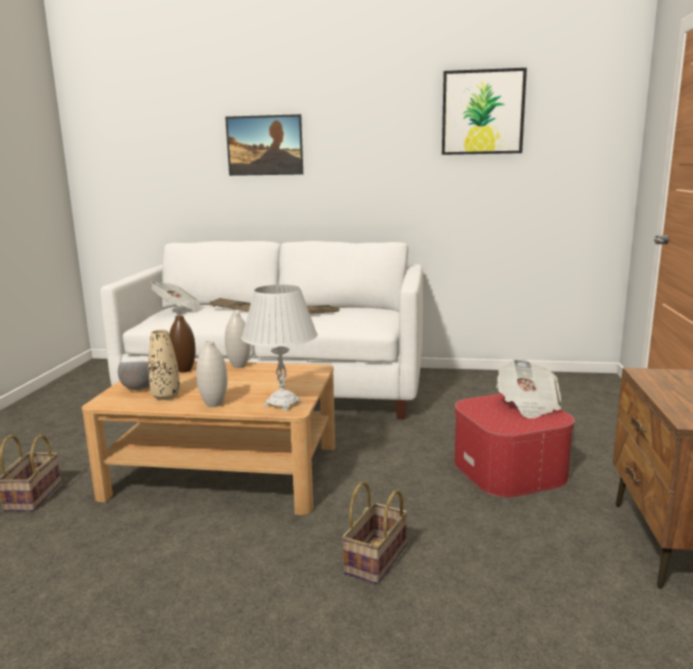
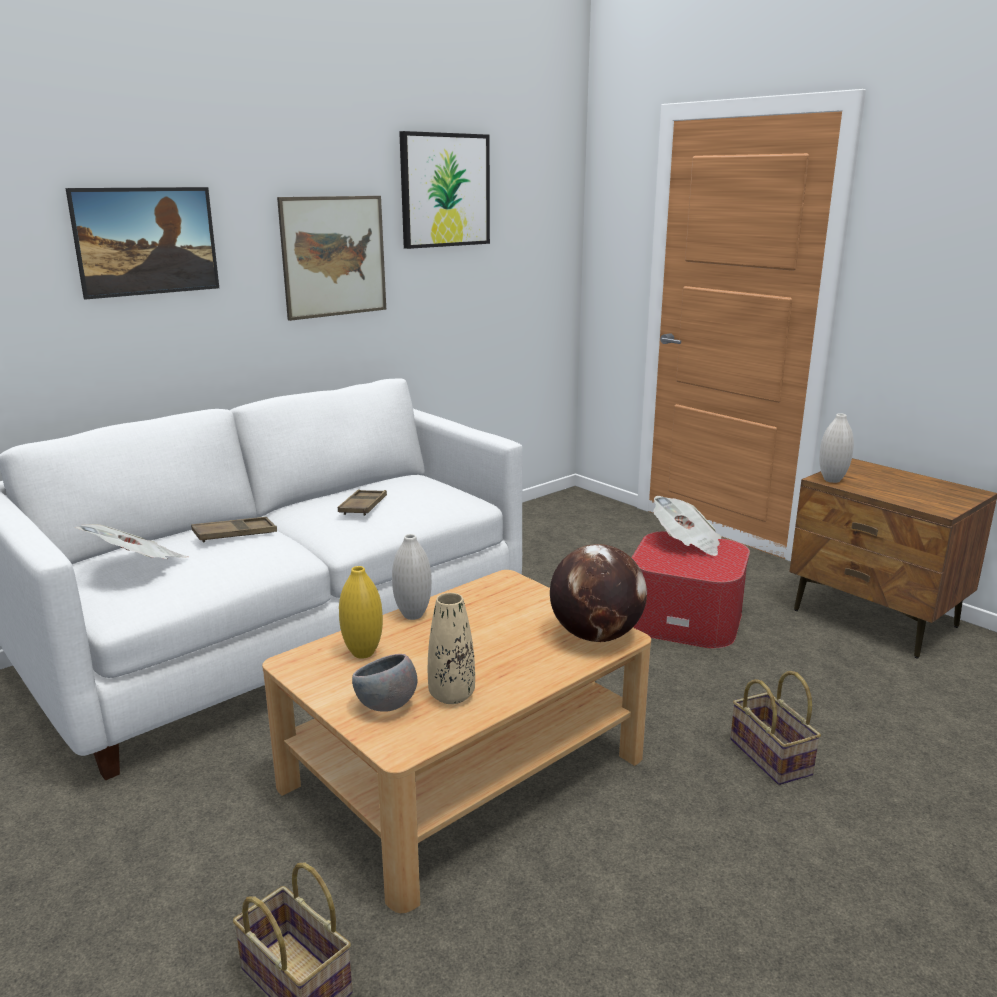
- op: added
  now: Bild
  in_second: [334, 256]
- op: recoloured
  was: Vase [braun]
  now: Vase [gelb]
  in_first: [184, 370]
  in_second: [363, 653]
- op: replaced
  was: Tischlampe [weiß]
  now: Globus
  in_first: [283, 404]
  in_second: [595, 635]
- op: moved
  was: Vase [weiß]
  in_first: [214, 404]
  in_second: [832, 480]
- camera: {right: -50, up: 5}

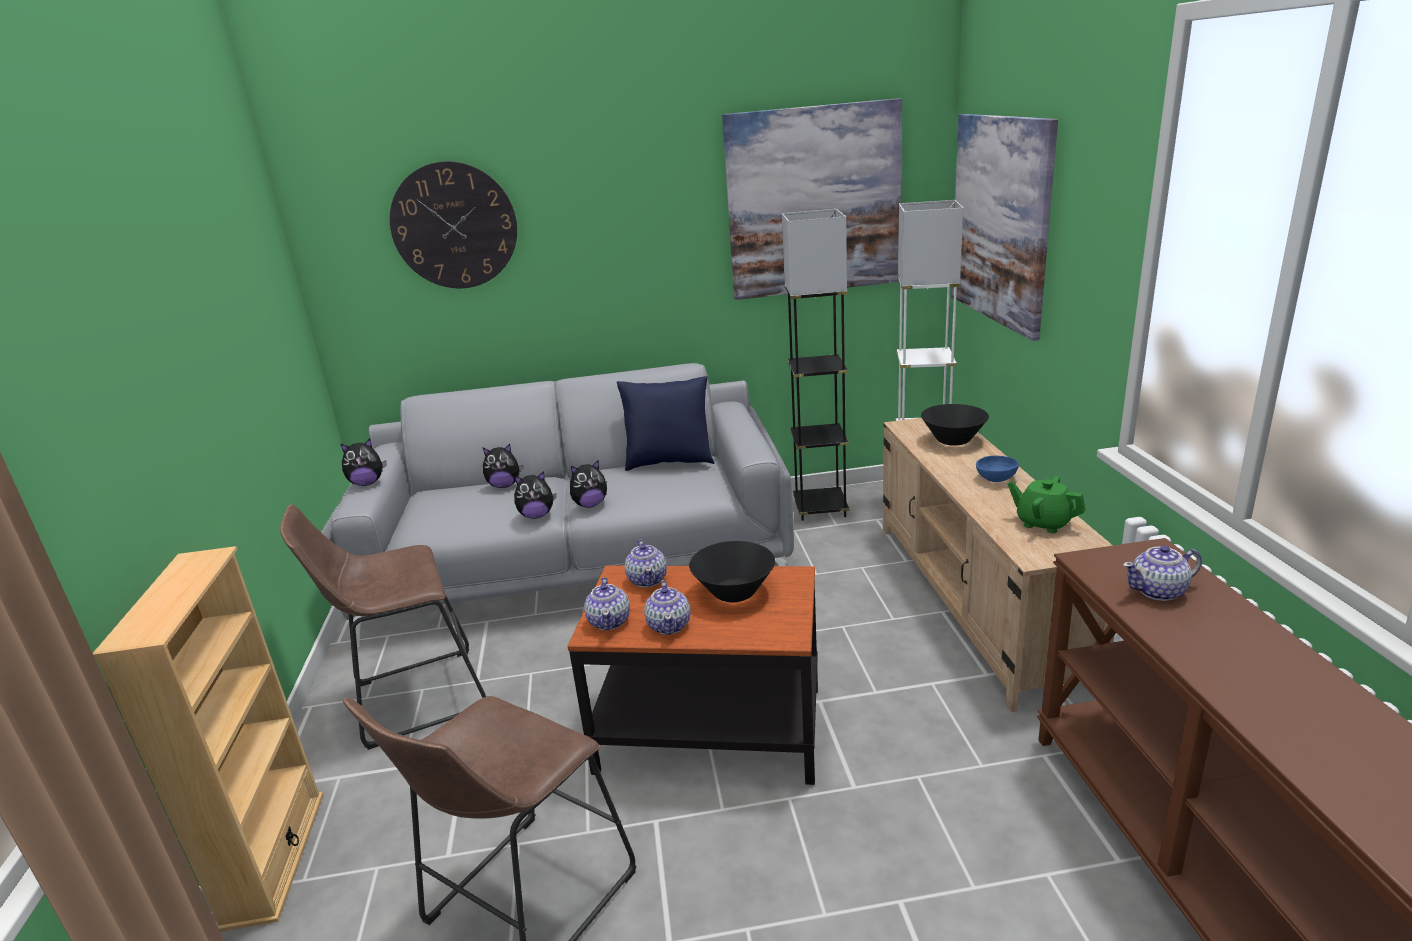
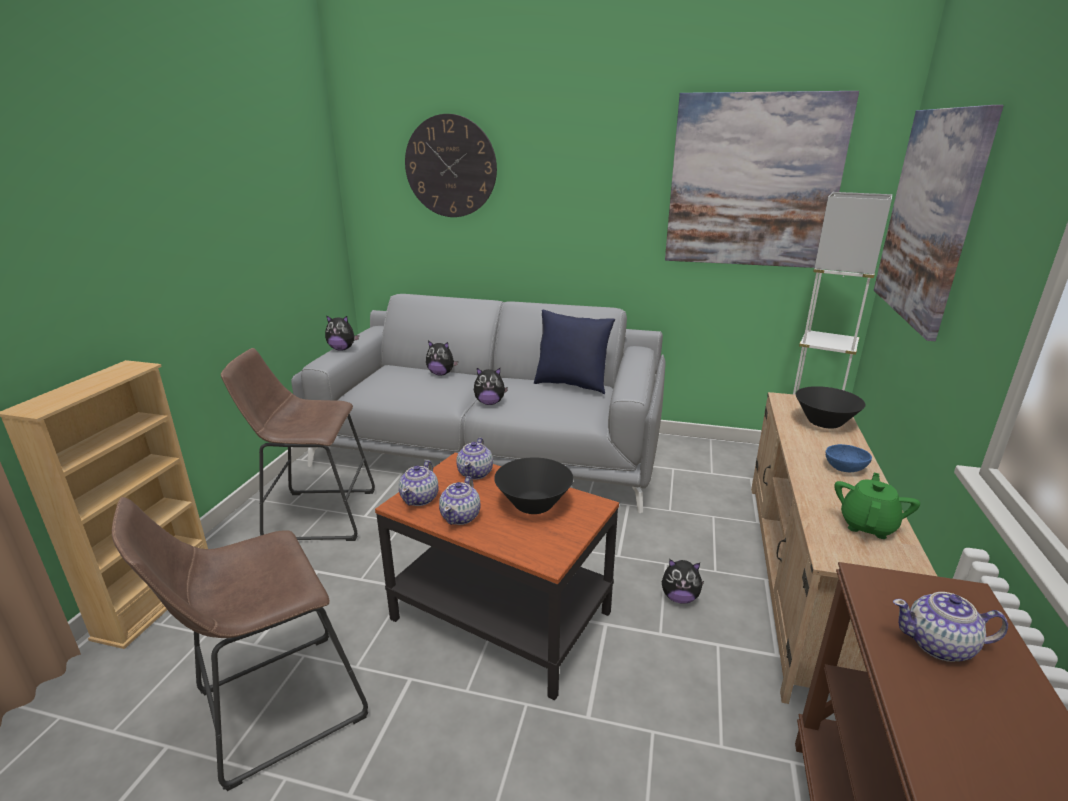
- op: moved
  was: Plüschtier
  in_first: [537, 515]
  in_second: [679, 597]
- op: turned
  was: Teekanne [grün]
  in_first: [1043, 523]
  in_second: [867, 525]
  clockwise: 60
- op: removed
  was: Stehlampe [grau]
  in_first: [820, 508]
- camera: {right: 20, up: 0}

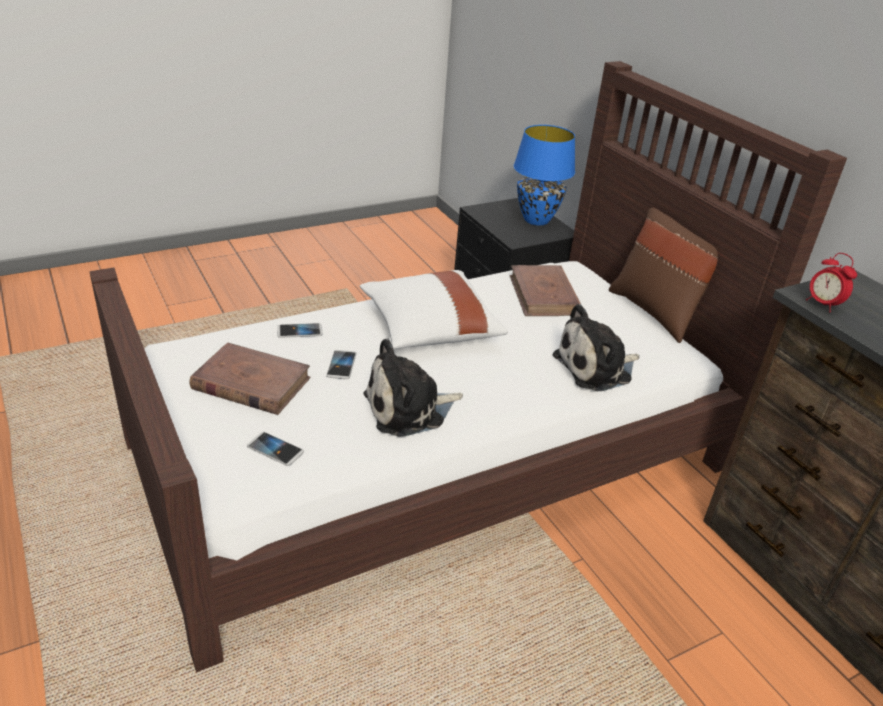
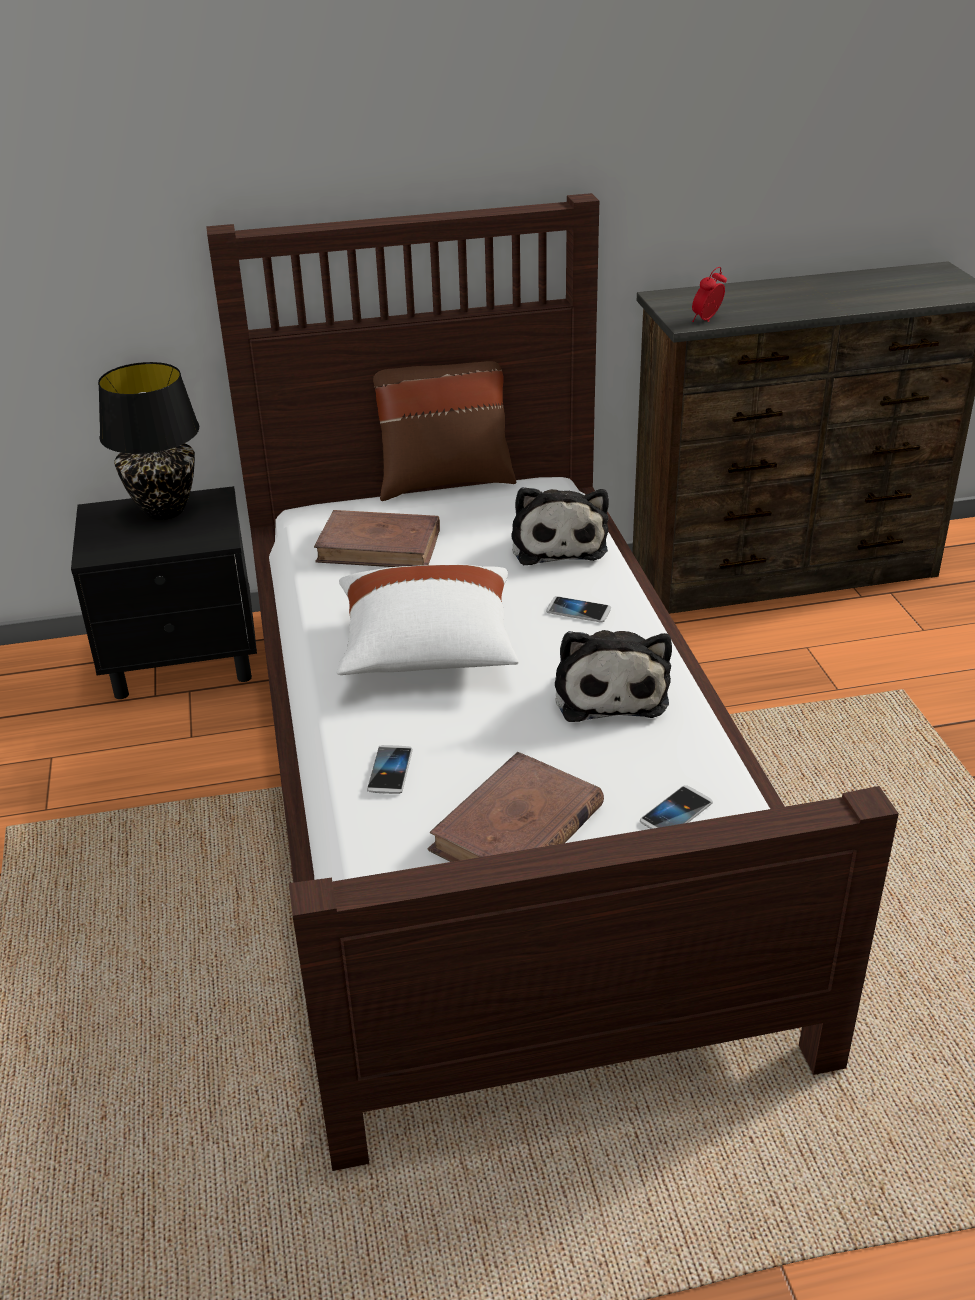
- op: recoloured
  was: Tischlampe [blau]
  now: Tischlampe [schwarz]
  in_first: [536, 220]
  in_second: [165, 511]
- op: moved
  was: Handy
  in_first: [341, 365]
  in_second: [578, 611]
- op: turned
  was: Wecker
  in_first: [822, 304]
  in_second: [707, 320]
  clockwise: 150
- camera: {right: -70, up: 0}

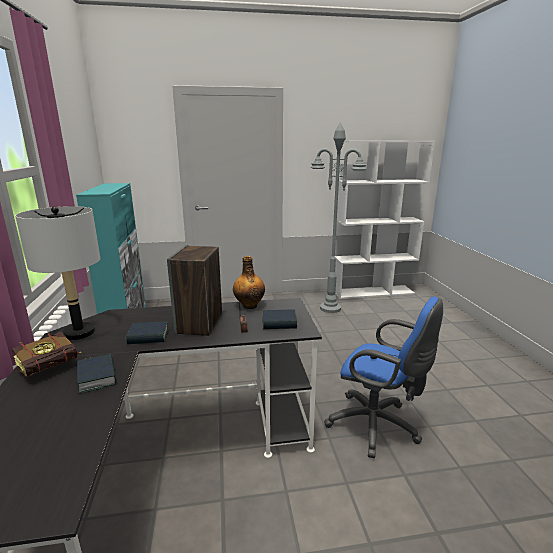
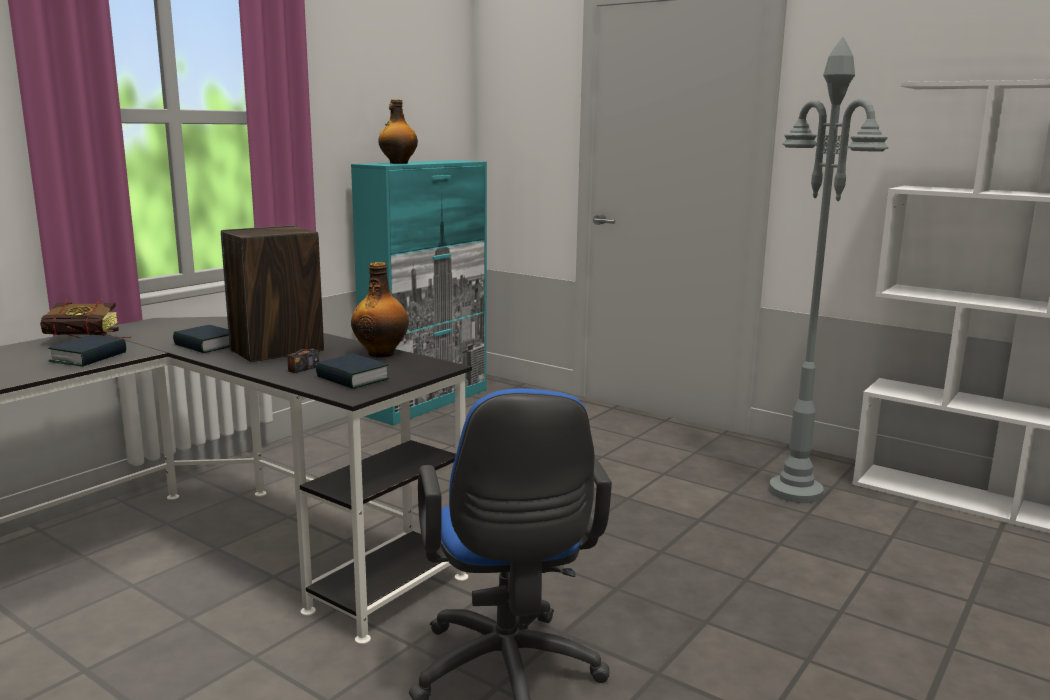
- op: added
  now: Flasche
  in_second: [398, 163]
- op: removed
  was: Tischlampe [grau]
  in_first: [79, 333]
- camera: {right: 45, up: -5}

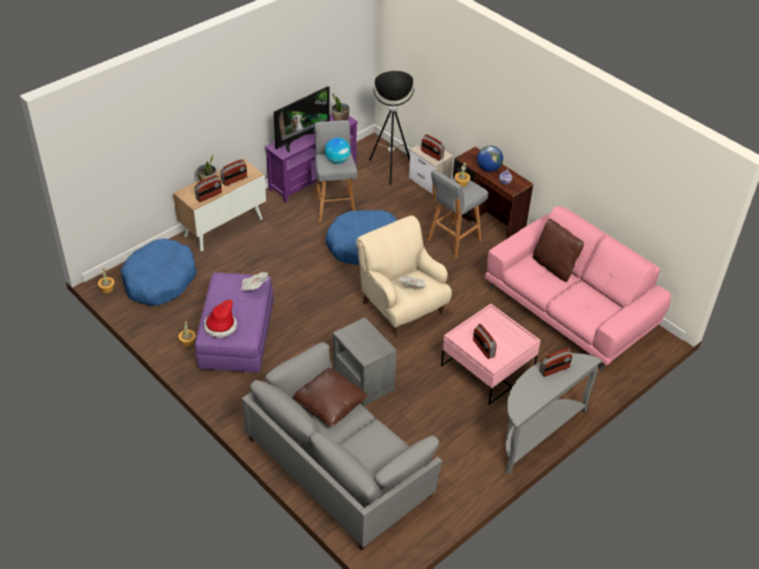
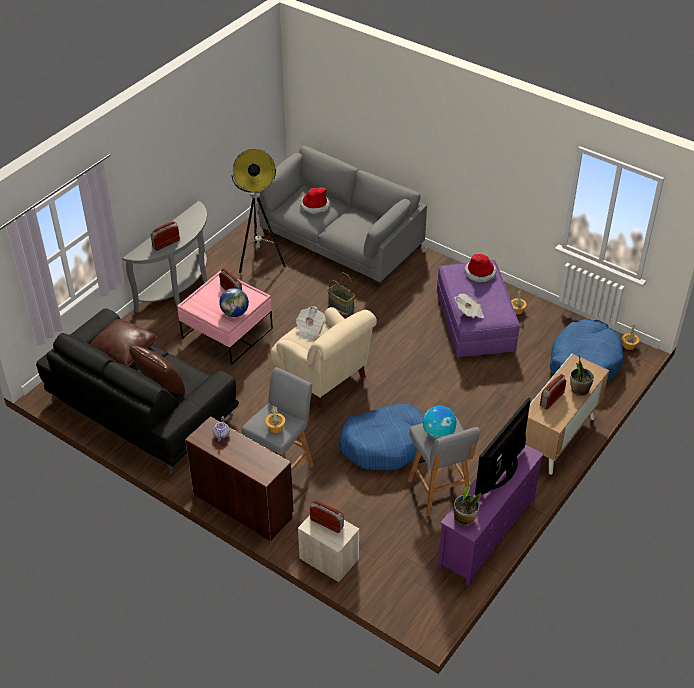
- op: recoloured
  was: Sofa [rosa]
  now: Sofa [schwarz]
  in_first: [570, 309]
  in_second: [141, 408]
- op: moved
  was: Kissen [braun]
  in_first: [330, 403]
  in_second: [123, 350]
- op: moved
  was: Globus
  in_first: [488, 169]
  in_second: [235, 313]
- op: moved
  was: Stehlampe
  in_first: [390, 169]
  in_second: [260, 259]
- op: added
  now: Hut
  in_second: [314, 206]
- op: replaced
  was: Beistelltisch [grau]
  now: Korb
  in_first: [363, 380]
  in_second: [341, 304]
- op: removed
  was: Radio
  in_first: [209, 196]
- camera: {right: 170, up: 0}

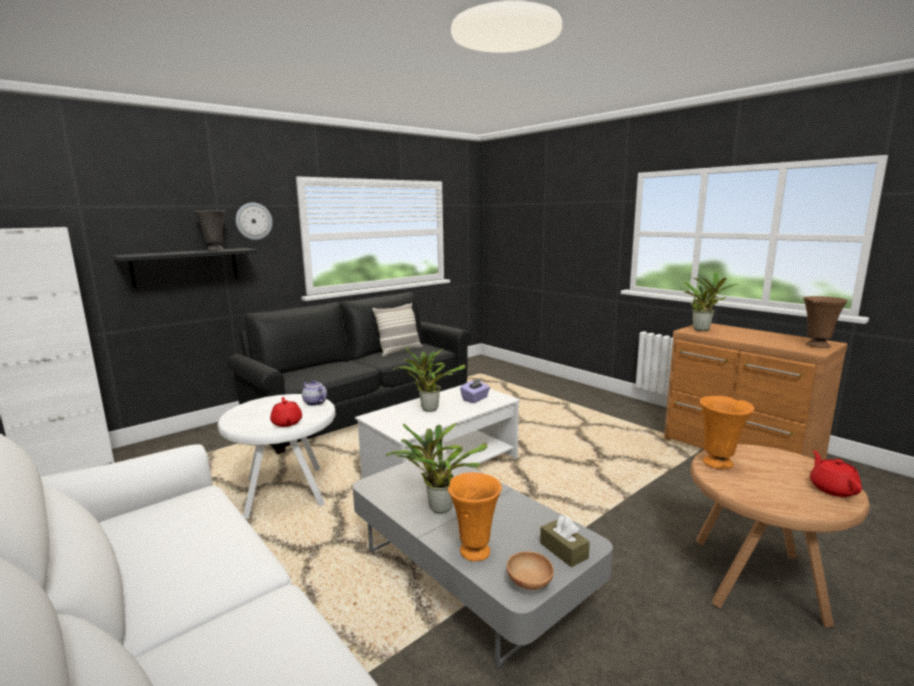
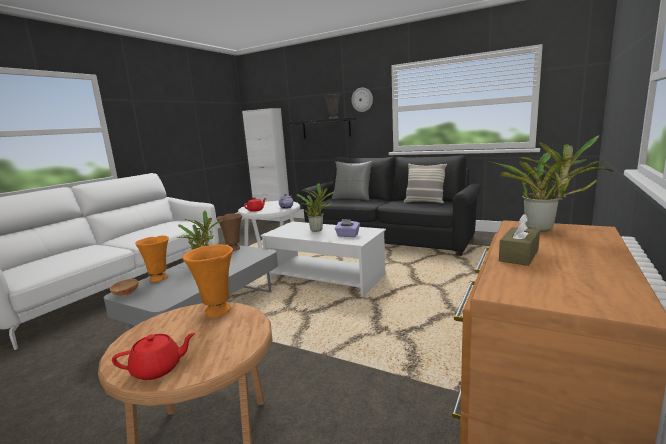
- op: moved
  was: Vase [braun]
  in_first: [816, 345]
  in_second: [233, 248]
- op: added
  now: Kissen [grau]
  in_second: [352, 198]
- op: moved
  was: Taschentuchbox [braun]
  in_first: [563, 550]
  in_second: [519, 255]
- camera: {right: 70, up: 0}

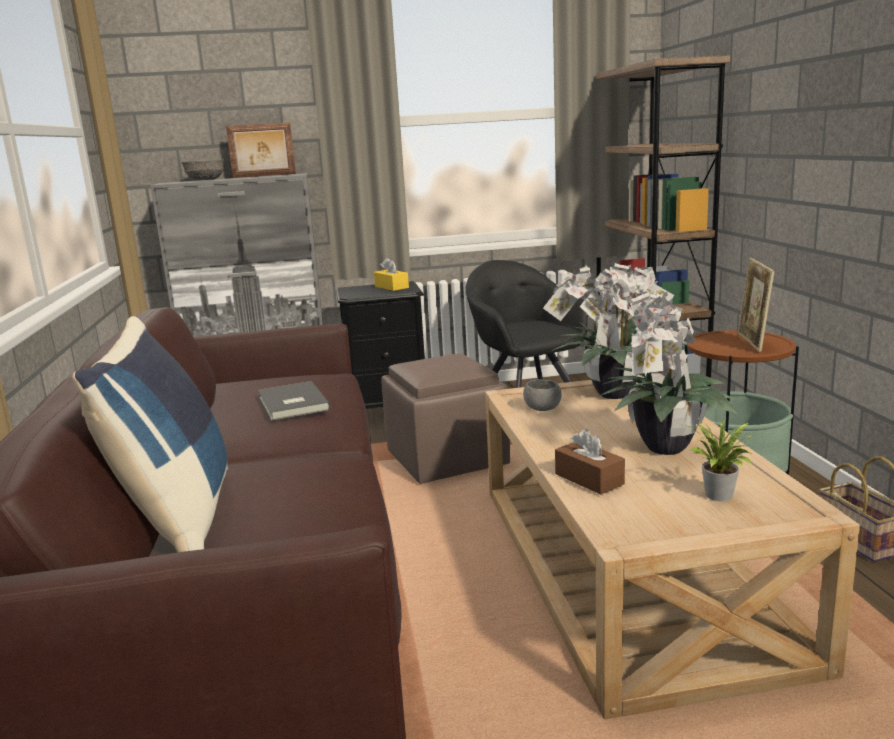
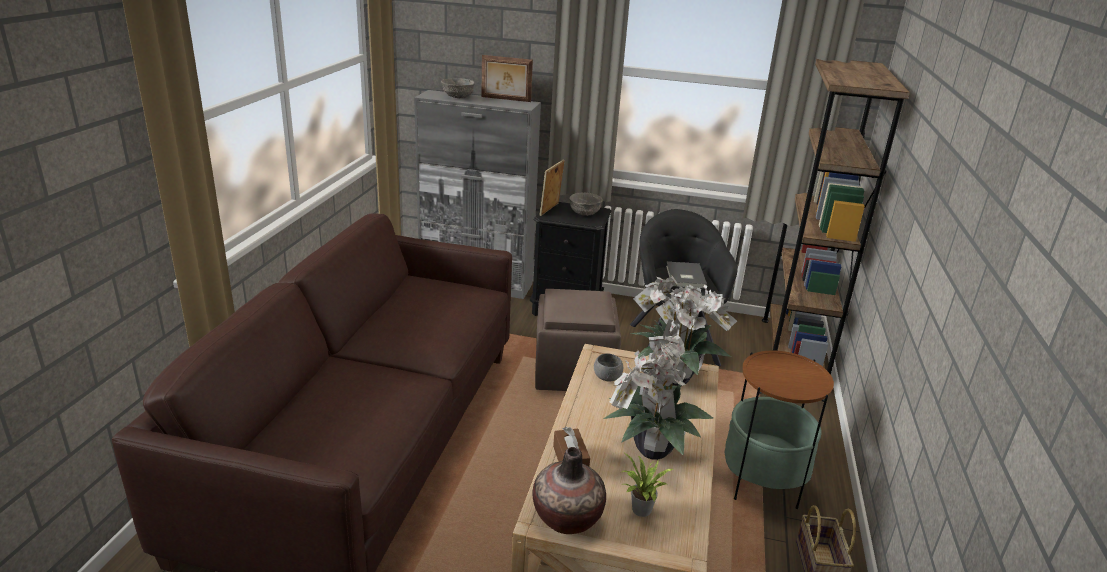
- op: added
  now: Vase
  in_second: [567, 518]
- op: moved
  was: Bilderrahmen
  in_first: [752, 342]
  in_second: [550, 210]
- op: replaced
  was: Taschentuchbox [gelb]
  now: Schüssel [grau]
  in_first: [391, 287]
  in_second: [585, 213]
- op: moved
  was: Buch [grau]
  in_first: [291, 404]
  in_second: [684, 277]
- op: removed
  was: Kissen [blau]
  in_first: [177, 517]
- camera: {right: 20, up: 10}

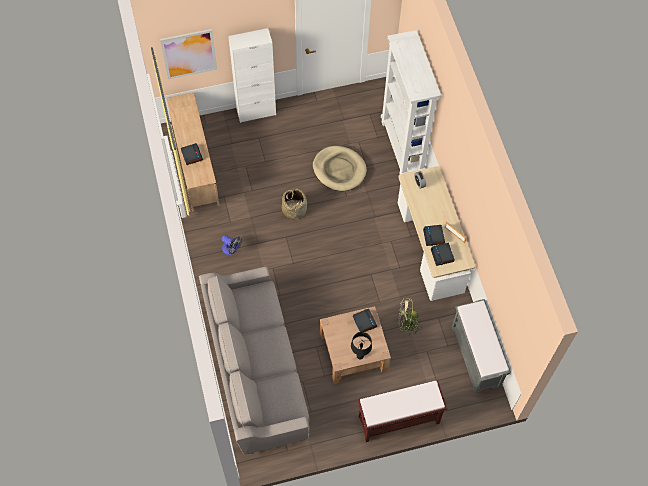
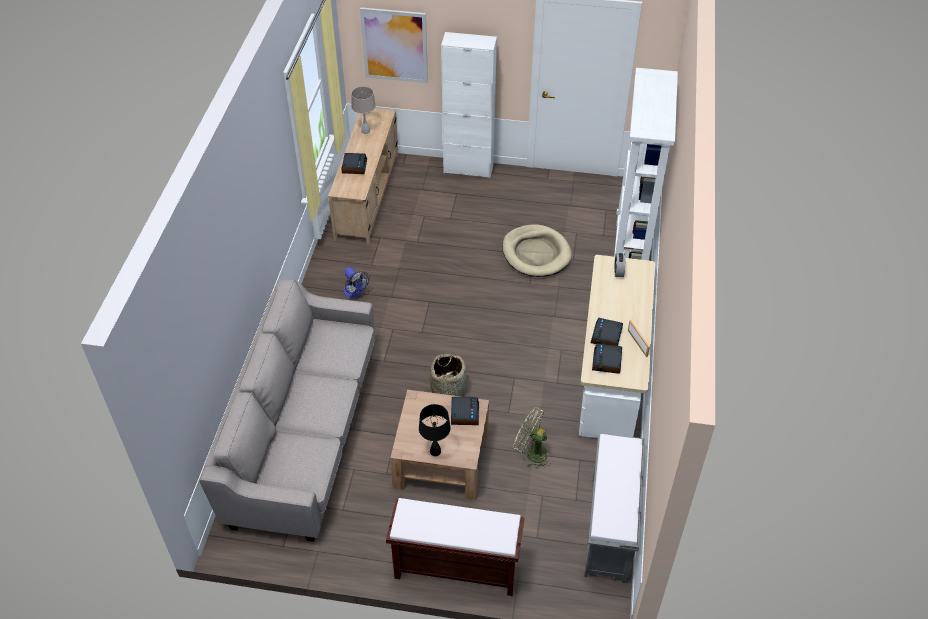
- op: added
  now: Tischlampe [beige]
  in_second: [365, 131]
- op: moved
  was: Korb
  in_first: [294, 210]
  in_second: [449, 389]
- camera: {right: 25, up: -15}

